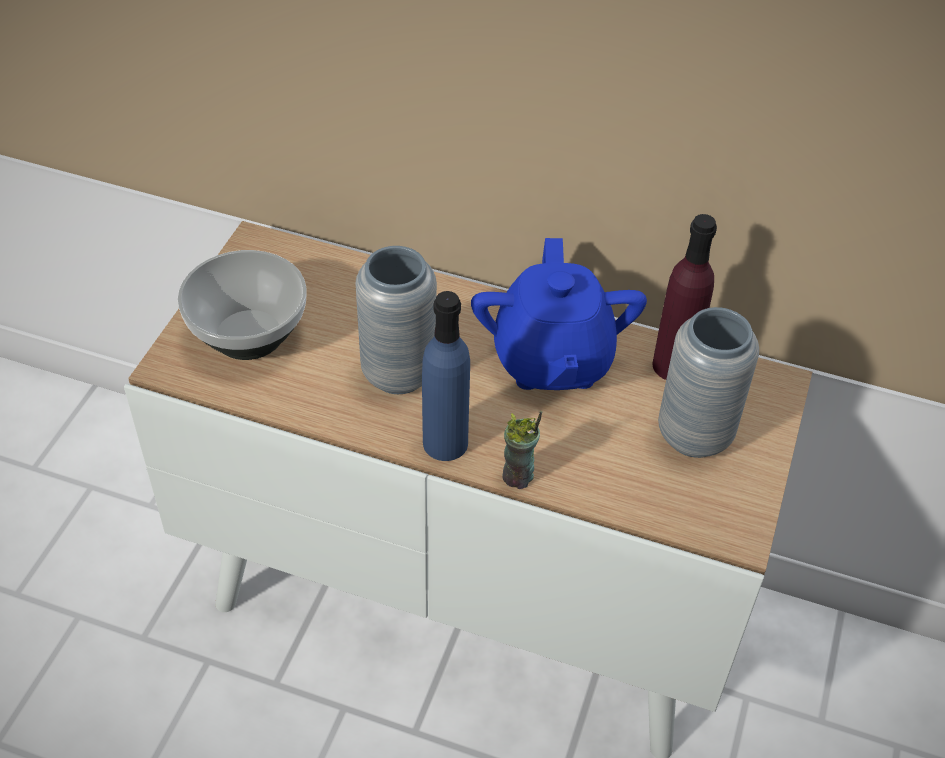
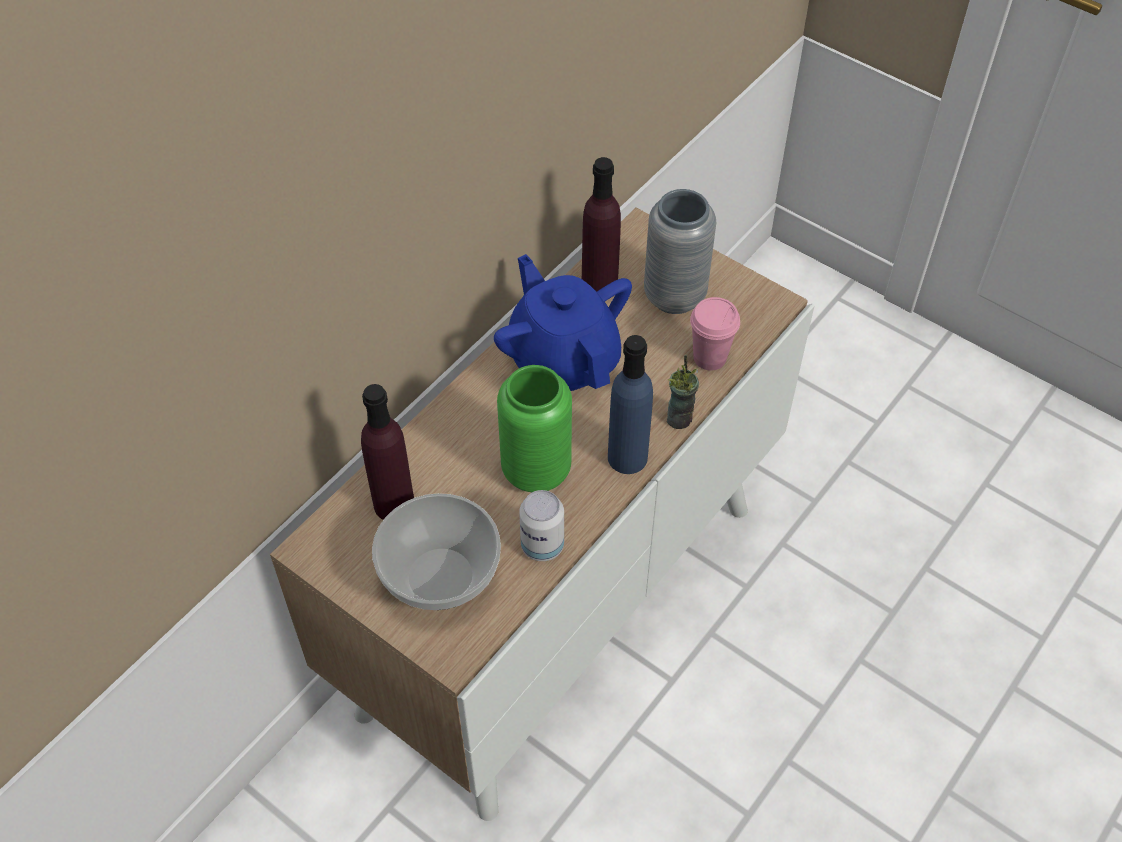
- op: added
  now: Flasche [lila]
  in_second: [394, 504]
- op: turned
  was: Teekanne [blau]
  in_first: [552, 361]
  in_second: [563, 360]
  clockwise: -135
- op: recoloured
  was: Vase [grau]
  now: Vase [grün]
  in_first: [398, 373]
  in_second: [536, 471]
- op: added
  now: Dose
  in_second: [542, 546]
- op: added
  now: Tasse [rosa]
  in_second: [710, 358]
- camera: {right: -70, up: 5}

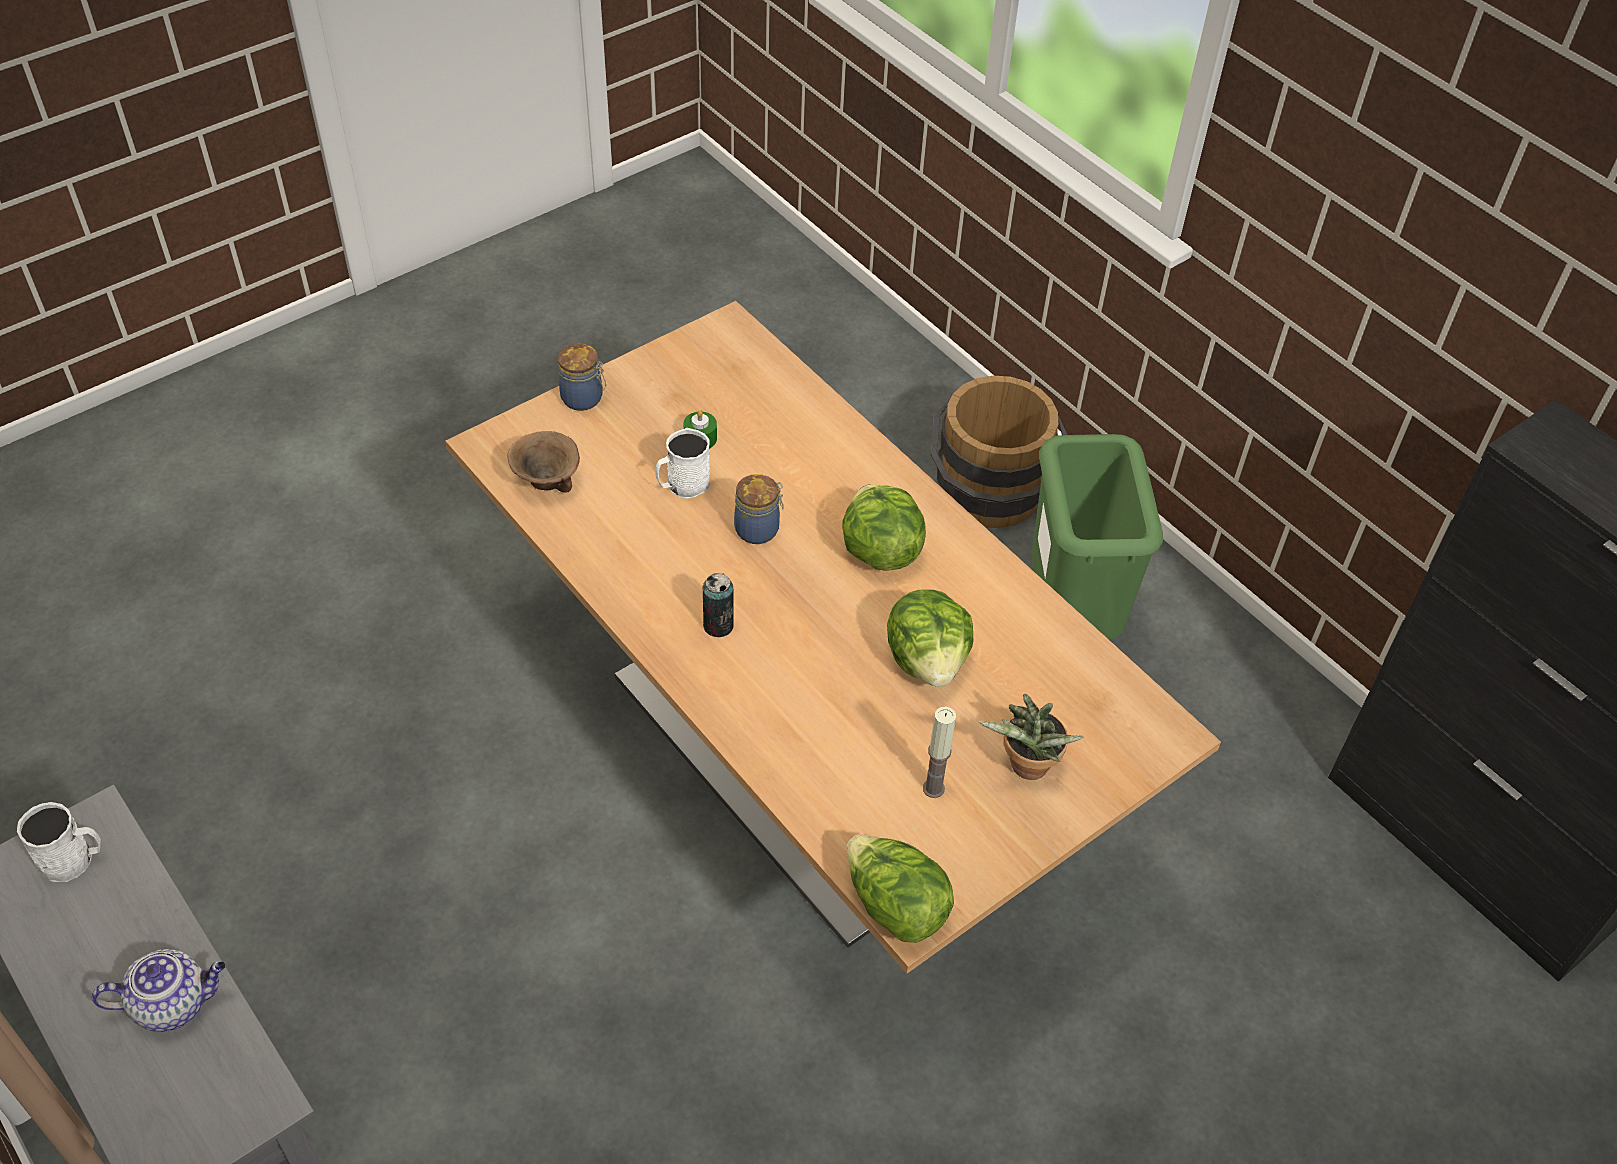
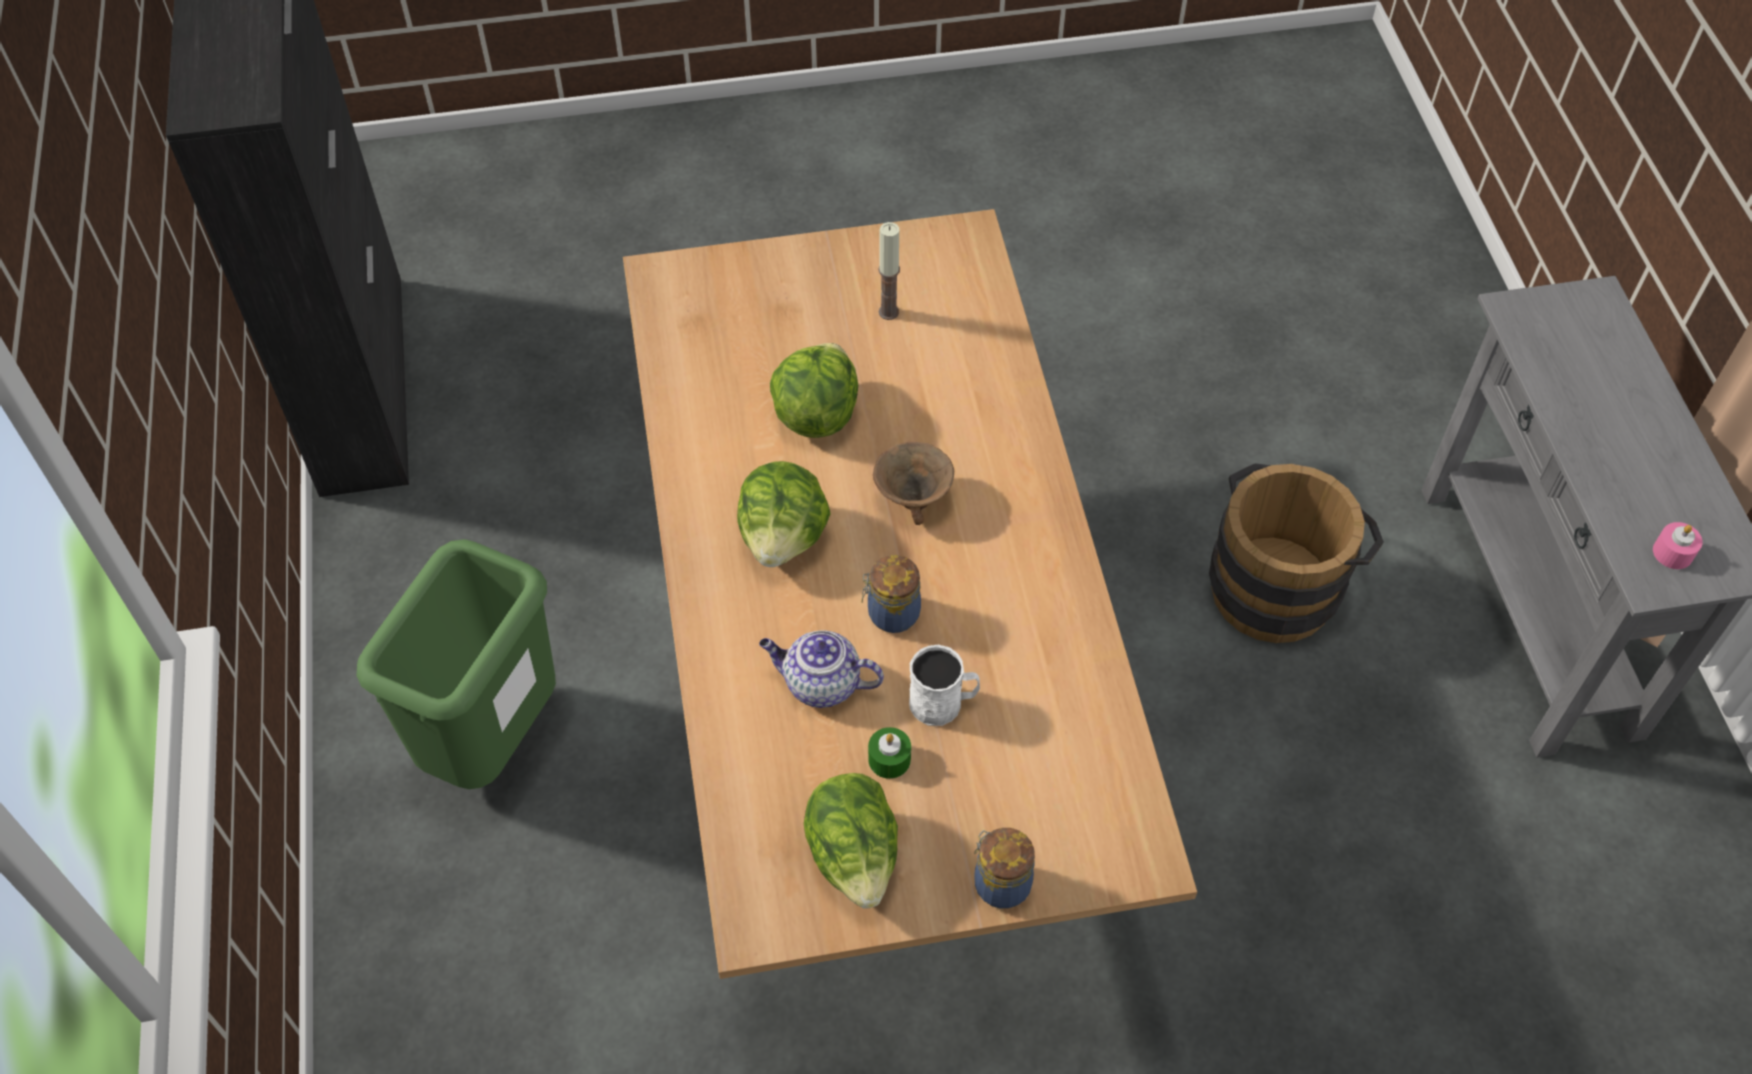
- op: moved
  was: Teekanne
  in_first: [173, 1003]
  in_second: [820, 684]
- op: moved
  was: Salatkopf
  in_first: [894, 906]
  in_second: [854, 857]
- op: moved
  was: Schüssel [braun]
  in_first: [545, 482]
  in_second: [914, 500]
- op: moved
  was: Eimer [braun]
  in_first: [989, 498]
  in_second: [1279, 582]
- op: replaced
  was: Henkelbecher [weiß]
  now: Kerze [rosa]
  in_first: [73, 859]
  in_second: [1672, 553]
- op: removed
  was: Dose
  in_first: [718, 626]
- op: removed
  was: Topfpflanze
  in_first: [1026, 769]
- camera: {right: -150, up: 5}

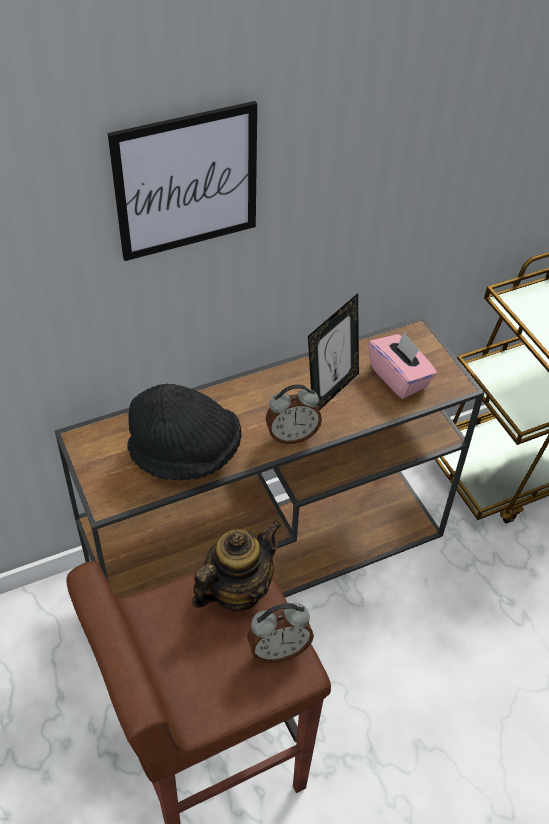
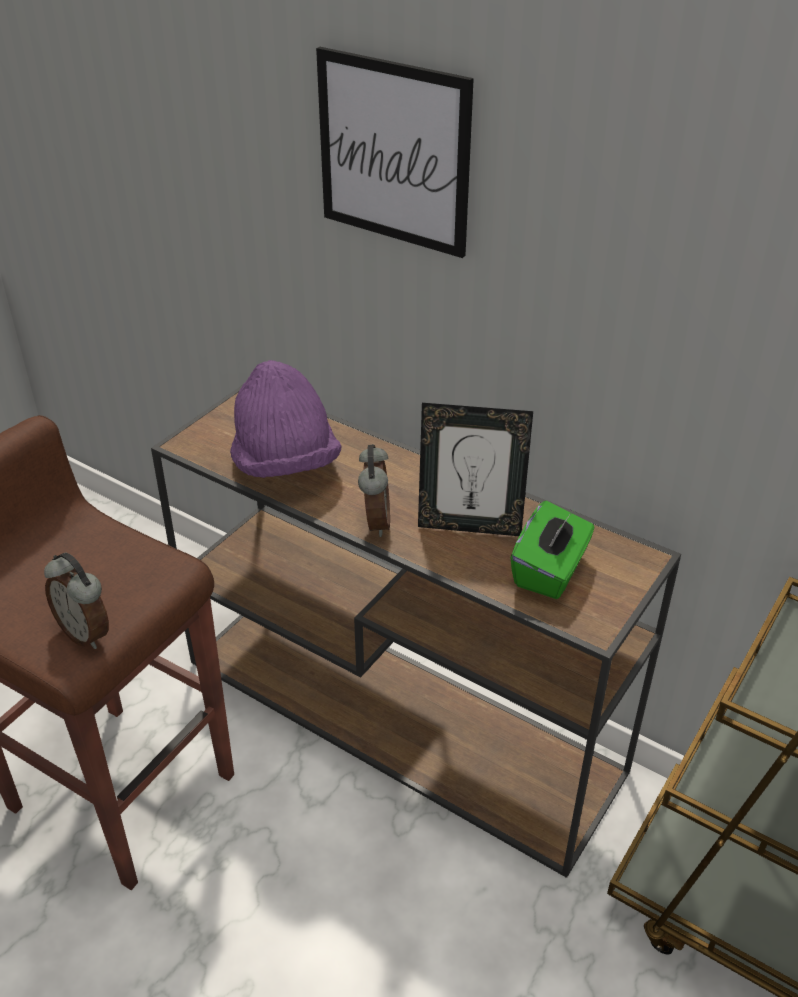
- op: recoloured
  was: Hut [schwarz]
  now: Hut [lila]
  in_first: [186, 454]
  in_second: [285, 464]
- op: turned
  was: Wecker
  in_first: [292, 435]
  in_second: [375, 522]
  clockwise: -135
- op: recoloured
  was: Taschentuchbox [rosa]
  now: Taschentuchbox [grün]
  in_first: [399, 378]
  in_second: [550, 571]
- op: removed
  was: Teekanne
  in_first: [237, 590]
- camera: {right: 60, up: -10}

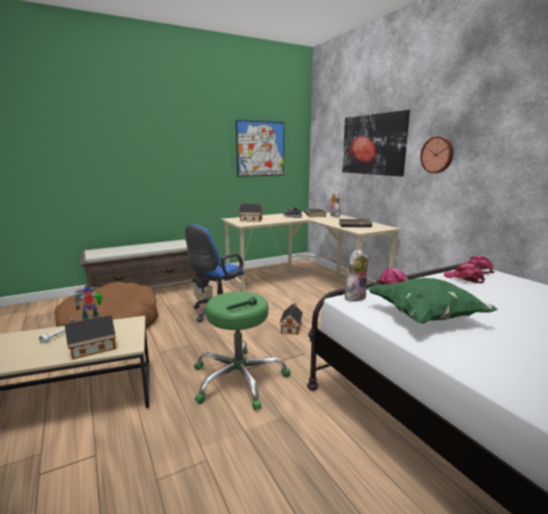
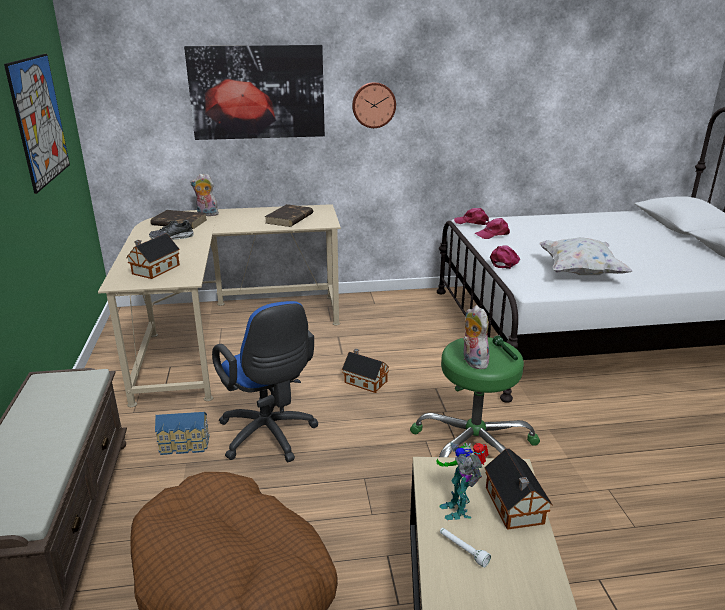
- op: moved
  was: Plüschtier
  in_first: [354, 297]
  in_second: [472, 361]
- op: recoloured
  was: Kissen [grün]
  now: Kissen [weiß]
  in_first: [426, 317]
  in_second: [579, 272]
- camera: {right: -70, up: 10}

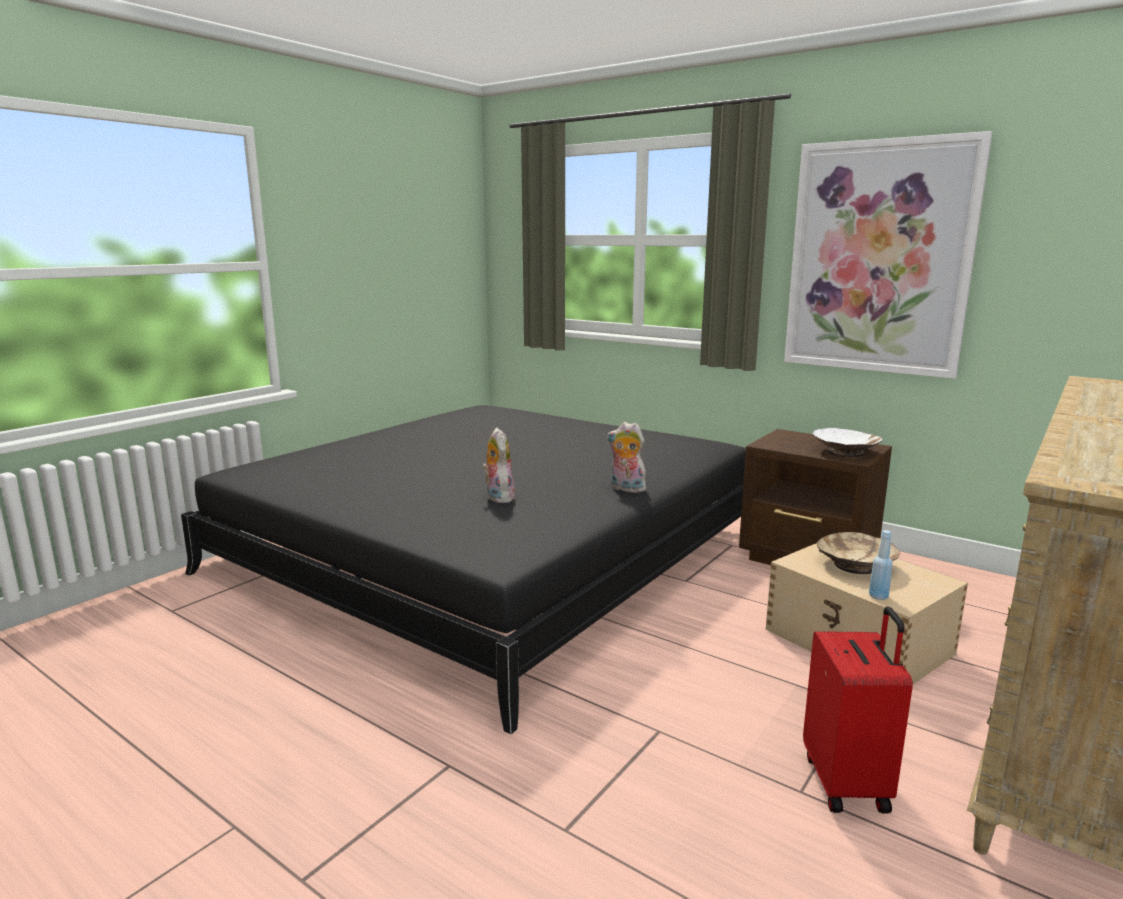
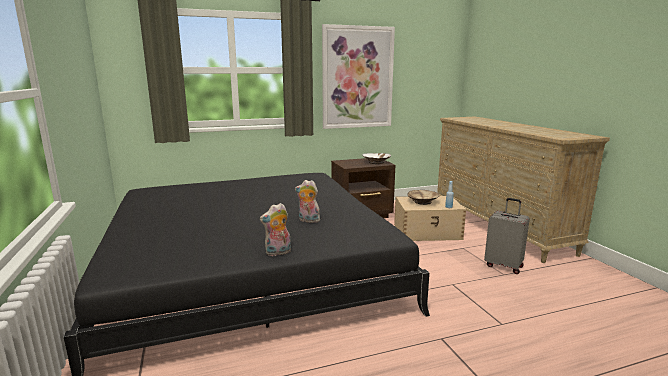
- op: moved
  was: Plüschtier
  in_first: [626, 489]
  in_second: [278, 253]
- op: recoloured
  was: Koffer [rot]
  now: Koffer [grau]
  in_first: [848, 783]
  in_second: [504, 266]
- camera: {right: -55, up: 0}

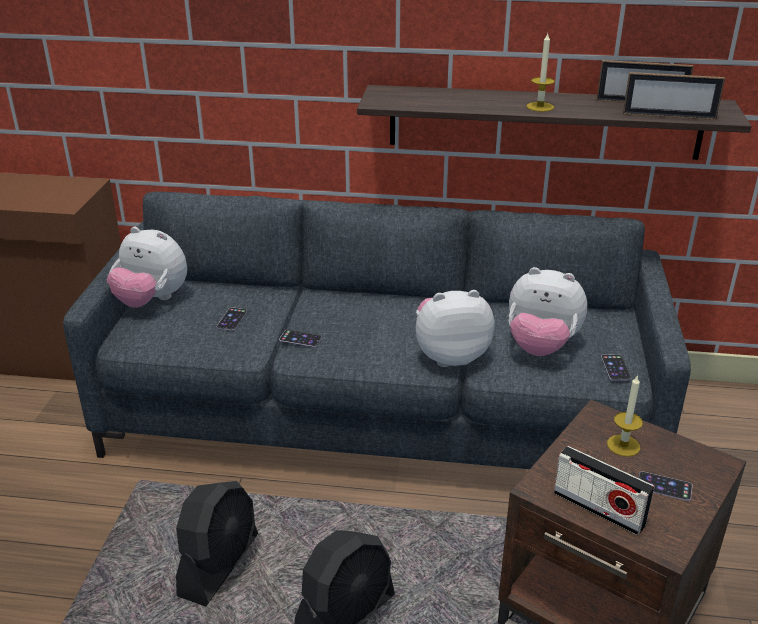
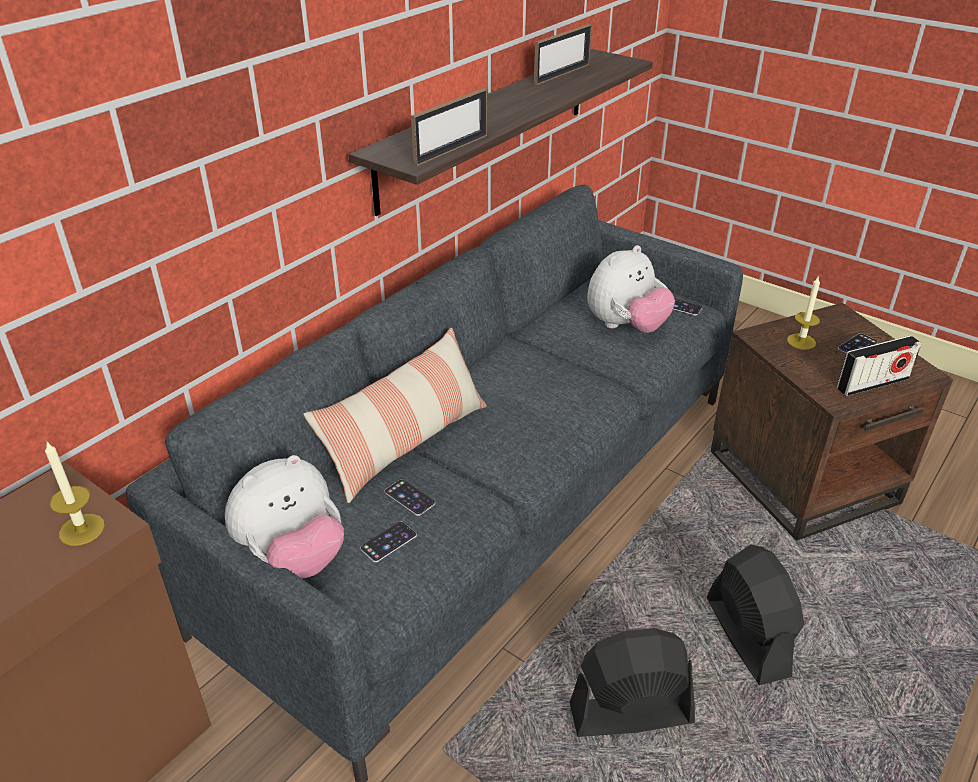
- op: moved
  was: Kerze
  in_first: [540, 107]
  in_second: [82, 529]
- op: added
  now: Kissen
  in_second: [406, 443]
- op: moved
  was: Handy
  in_first: [300, 339]
  in_second: [388, 542]
- op: moved
  was: Bilderrahmen
  in_first: [669, 116]
  in_second: [451, 150]
- op: turned
  was: Ventilator [schwarz]
  in_first: [219, 565]
  in_second: [630, 714]
  clockwise: -60
- op: removed
  was: Plüschtier
  in_first: [450, 356]
- camera: {right: -60, up: 5}

